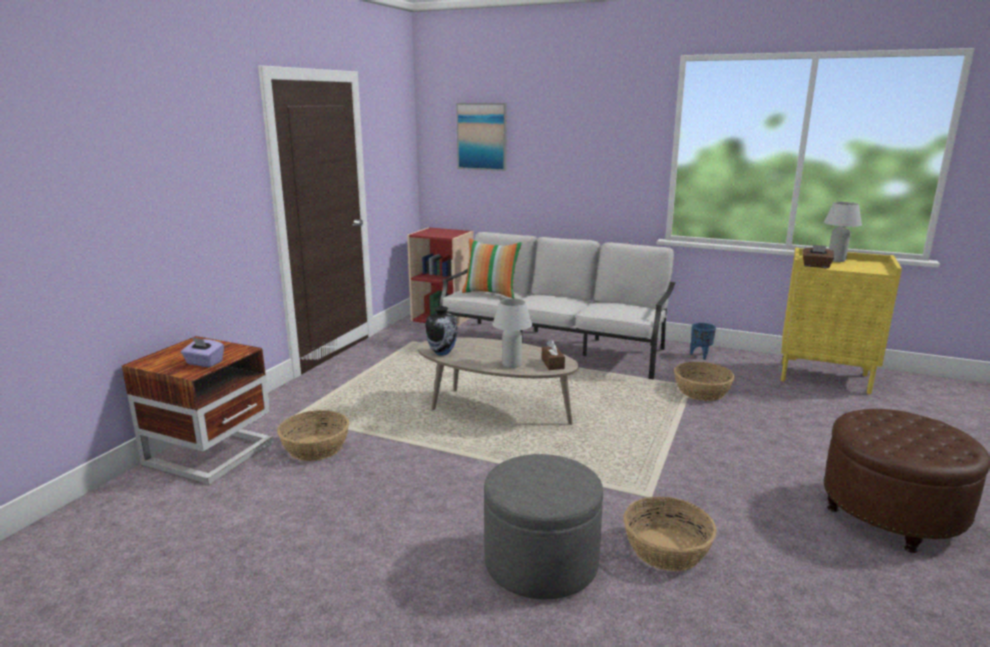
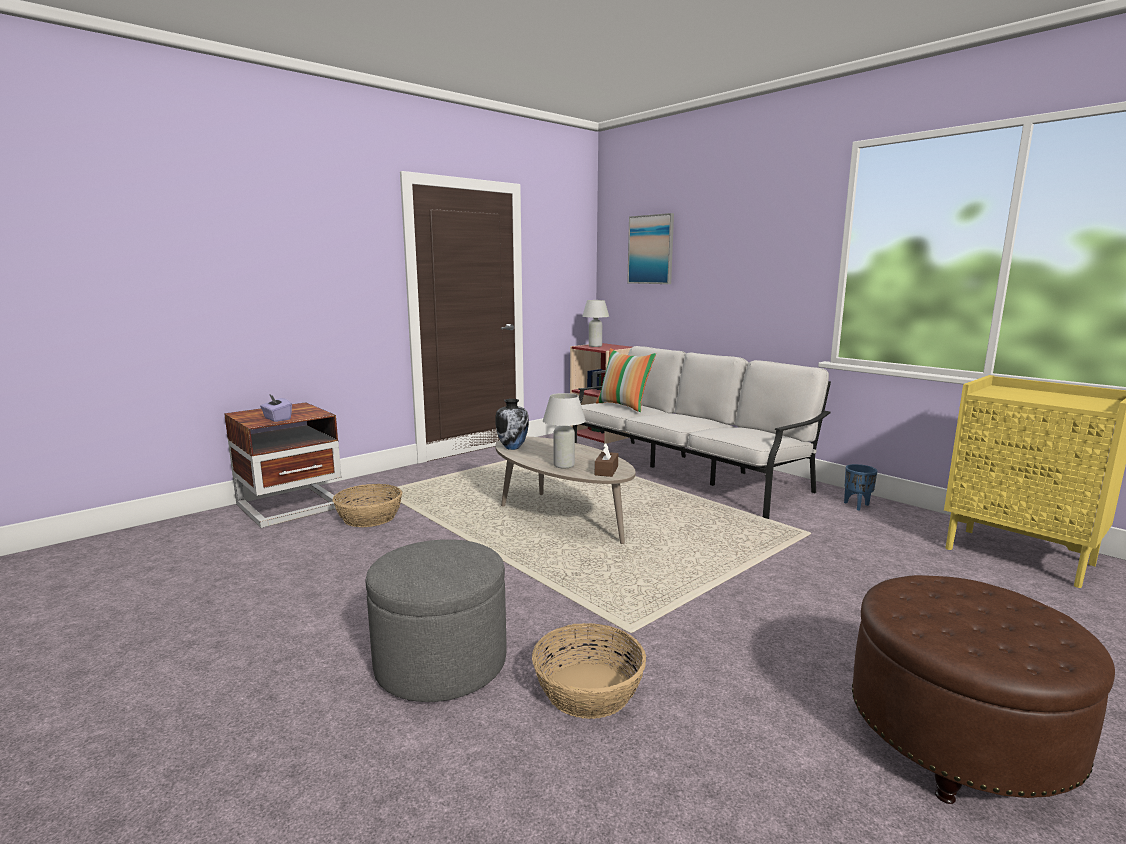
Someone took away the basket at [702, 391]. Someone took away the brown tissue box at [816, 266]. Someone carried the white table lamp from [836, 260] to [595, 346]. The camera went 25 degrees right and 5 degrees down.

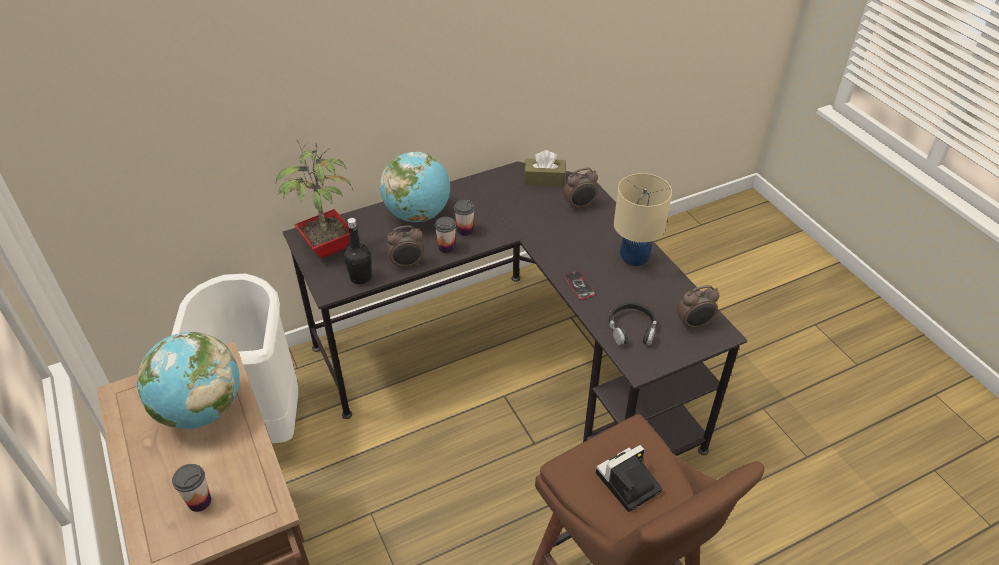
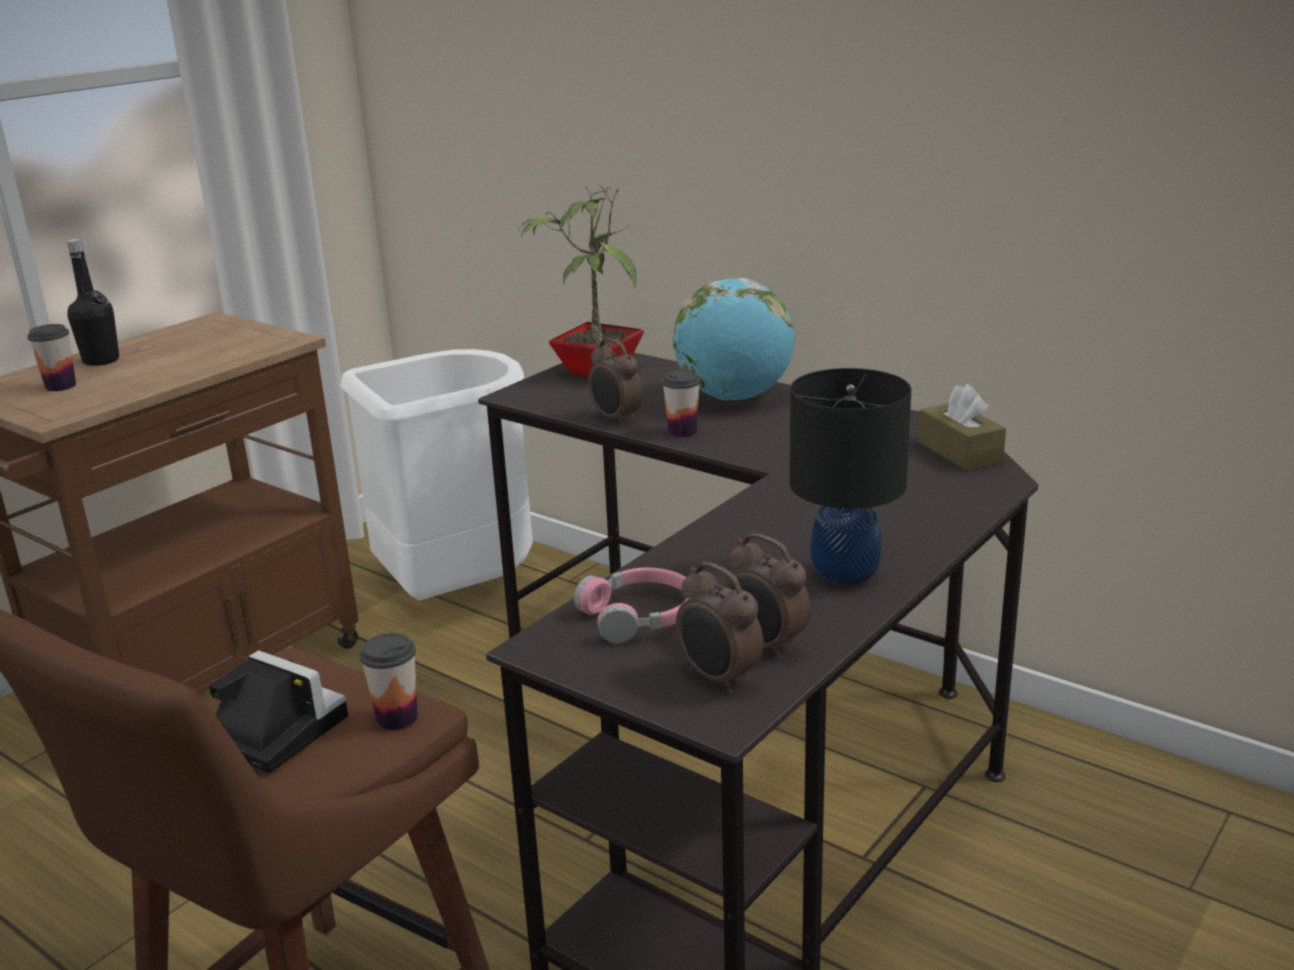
Someone took away the globe at [201, 410]. Someone took away the phone at [579, 285]. Someone carried the black bottle from [360, 277] to [101, 361]. Someone carried the cup from [465, 231] to [397, 718]. Someone carried the alarm clock from [579, 206] to [765, 646]. Someone repainted the black headphones at [631, 329], which became the pink headphones at [640, 616]. Someone repainted the beige table lamp at [634, 258], which became the black table lamp at [848, 574]. The camera went 65 degrees right and 20 degrees down.

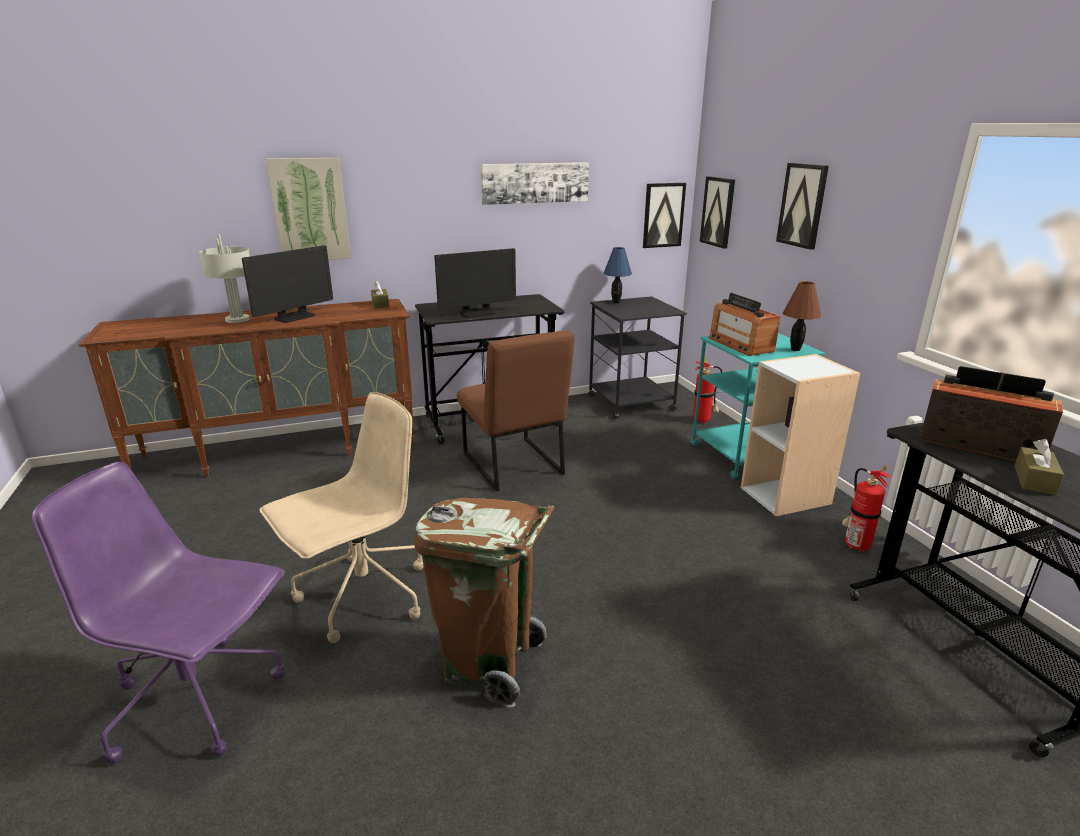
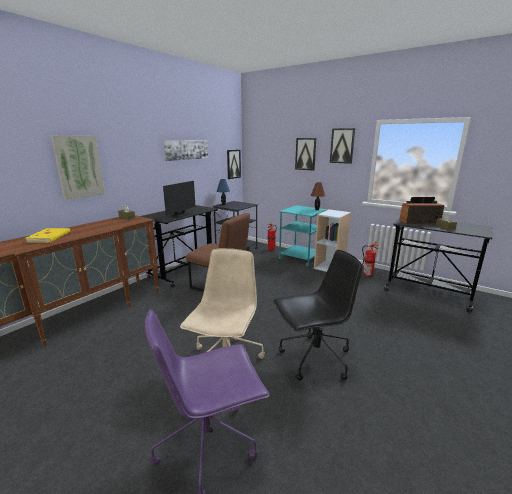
Someone took away the monitor at [294, 317]. Someone took away the radio at [740, 344]. Someone carried the picture from [718, 212] to [342, 146]. Someone swapped the grey table lamp at [238, 319] for the yellow book at [50, 237]. Someone swapped the brown trash can at [489, 663] for the black office chair at [312, 359]. The camera went 35 degrees left and 5 degrees down.

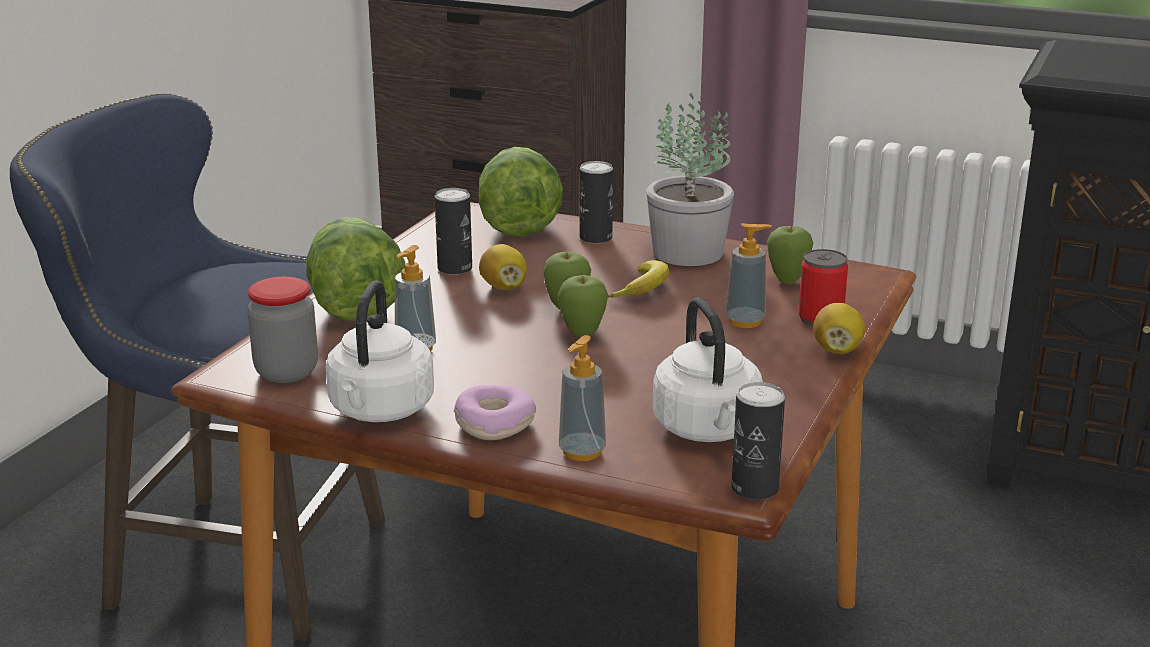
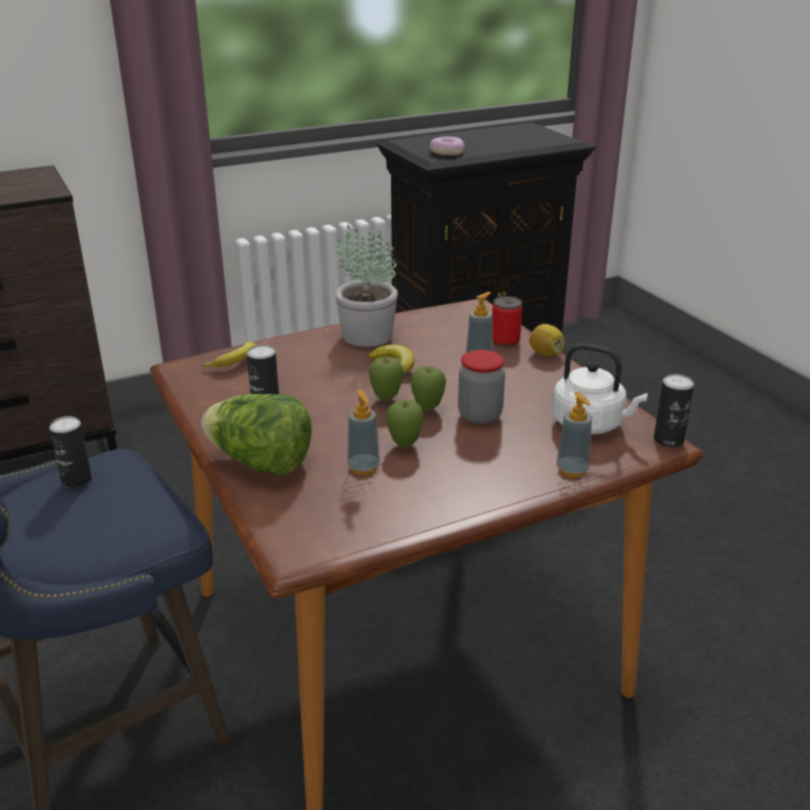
Someone took away the white kettle at [380, 411]. Someone took away the lemon at [503, 287]. Someone carried the jar from [286, 372] to [480, 416]. Someone carried the donut from [494, 424] to [446, 152]. Someone carried the can from [595, 238] to [76, 480]. Someone carried the apple from [787, 281] to [404, 445]. Someone swapped the lettuce at [518, 224] for the banana at [235, 362]. The camera went 50 degrees left and 5 degrees up.

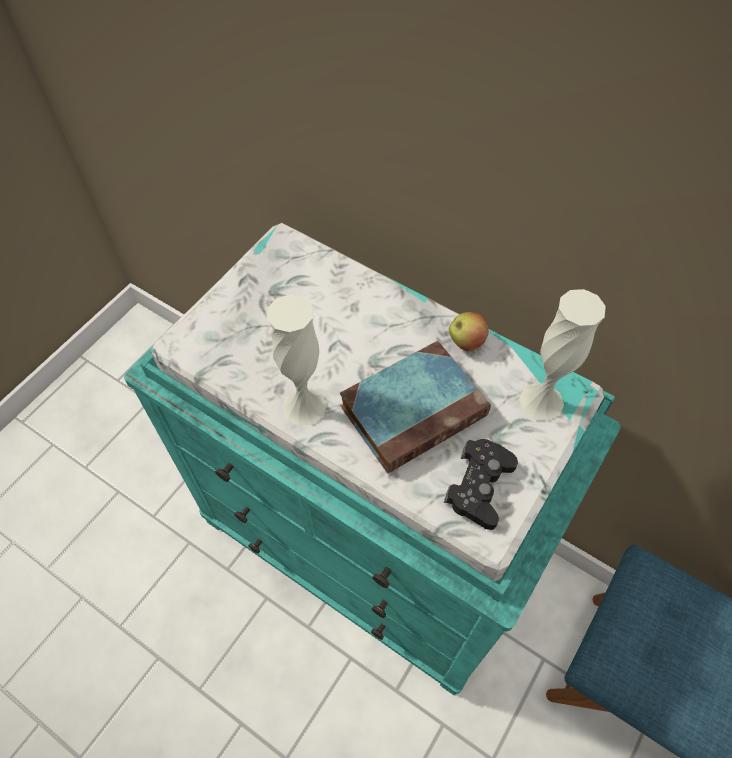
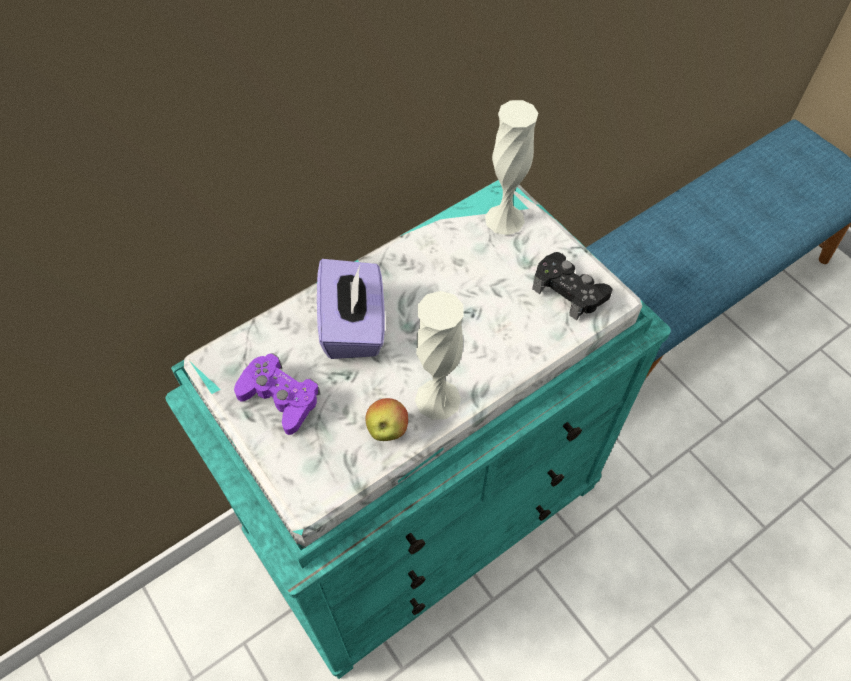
Someone took away the book at [414, 409]. Someone put down the purple game controller at [280, 397]. Someone put down the purple tissue box at [354, 326]. Someone carried the apple from [466, 342] to [387, 430]. The camera went 70 degrees left and 0 degrees up.

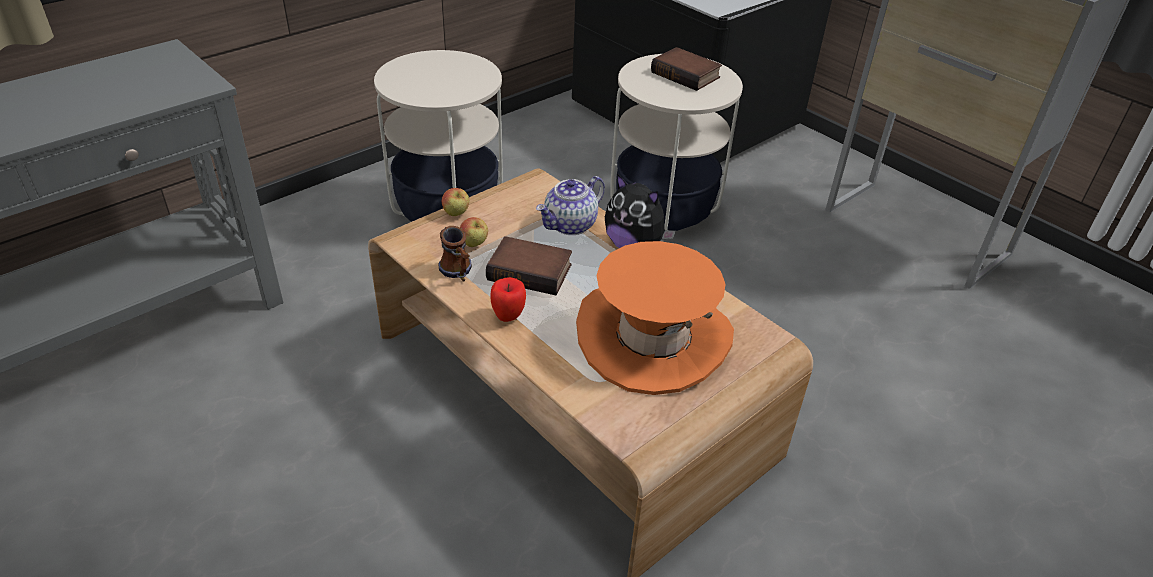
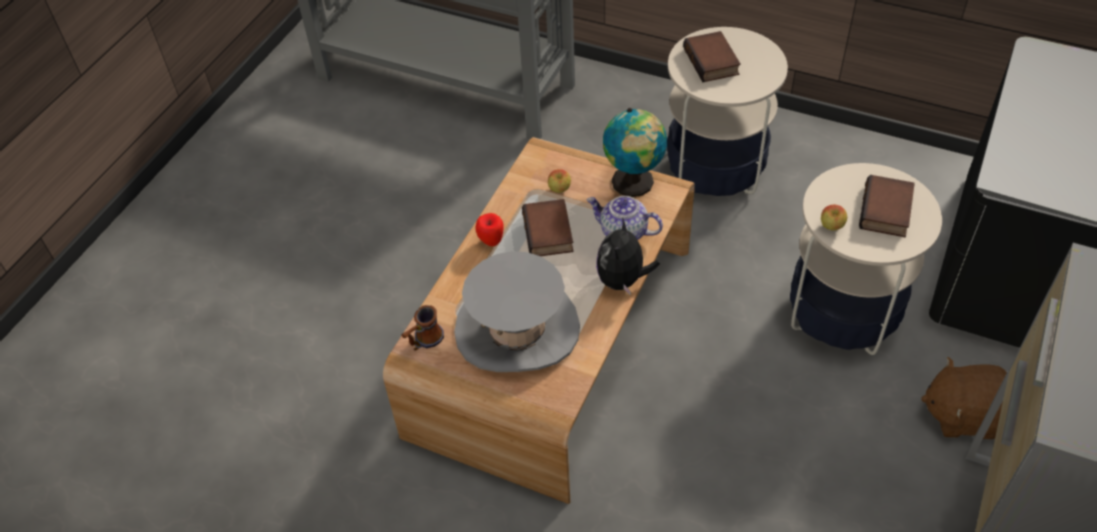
Someone put down the globe at [634, 184]. Someone put down the book at [713, 62]. Someone put down the brown plush toy at [964, 415]. Someone carried the mug from [458, 273] to [424, 342]. Someone carried the apple from [456, 214] to [831, 227]. Someone repainted the orange hat at [653, 339], which became the grey hat at [517, 329]. The camera went 70 degrees right and 10 degrees up.

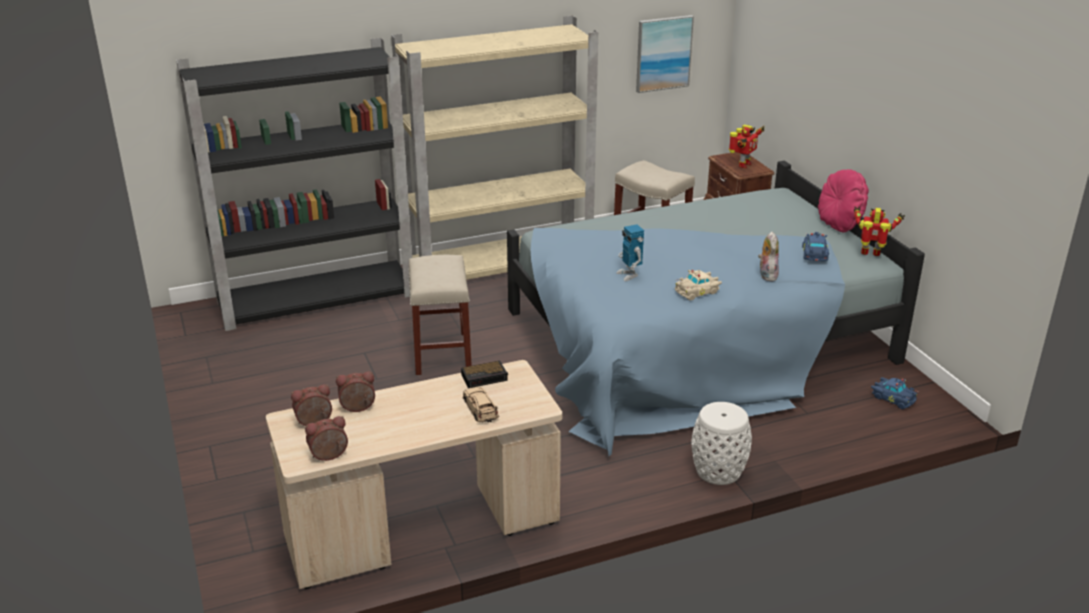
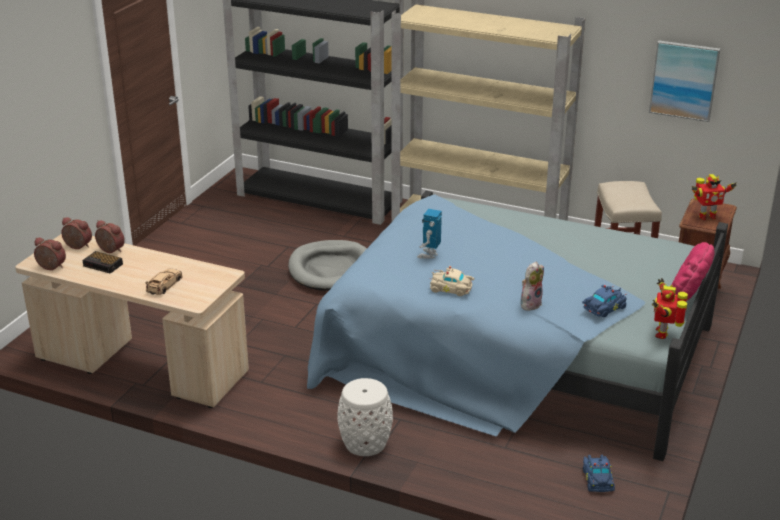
Someone carried the alarm clock from [485, 377] to [103, 265]. Someone swapped the beige stool at [441, 352] for the grey dog bed at [332, 270]. Someone rotated the toy robot at [871, 254] by 135 degrees counterclockwise. The camera went 45 degrees right and 0 degrees up.

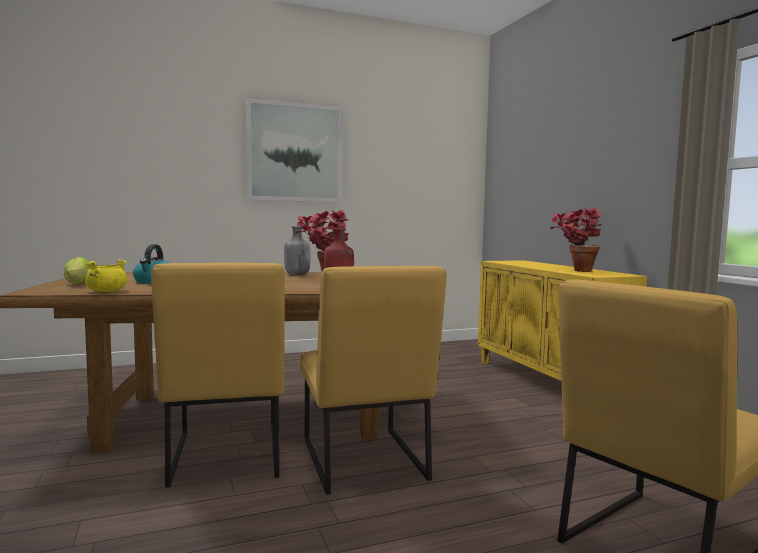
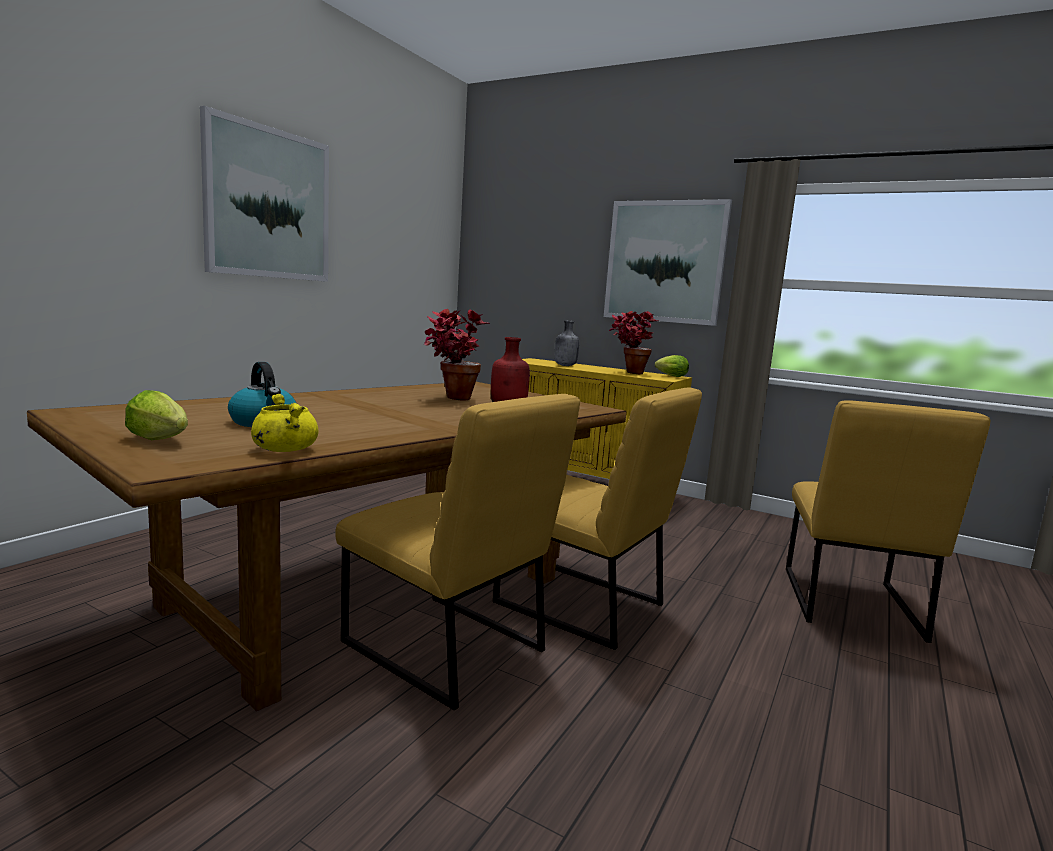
Someone put up the picture at [665, 262]. Someone put down the lettuce at [670, 376]. Someone carried the grey bottle from [296, 275] to [564, 365]. The camera went 40 degrees left and 5 degrees up.

